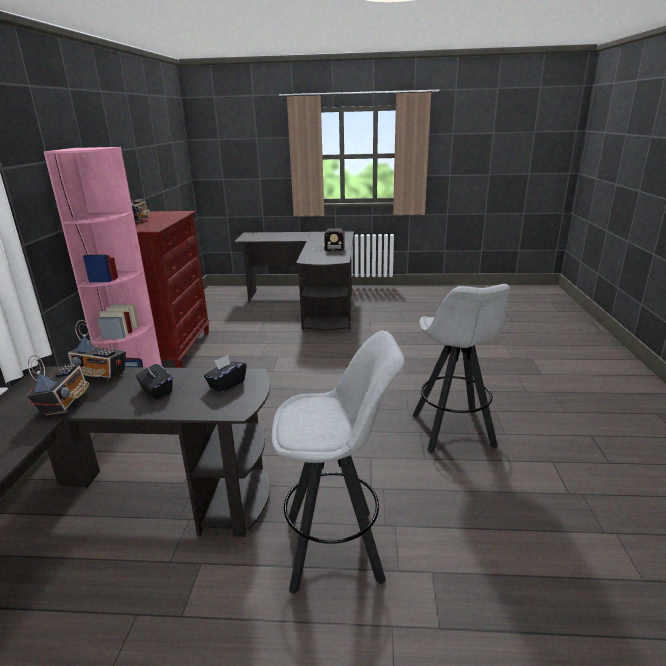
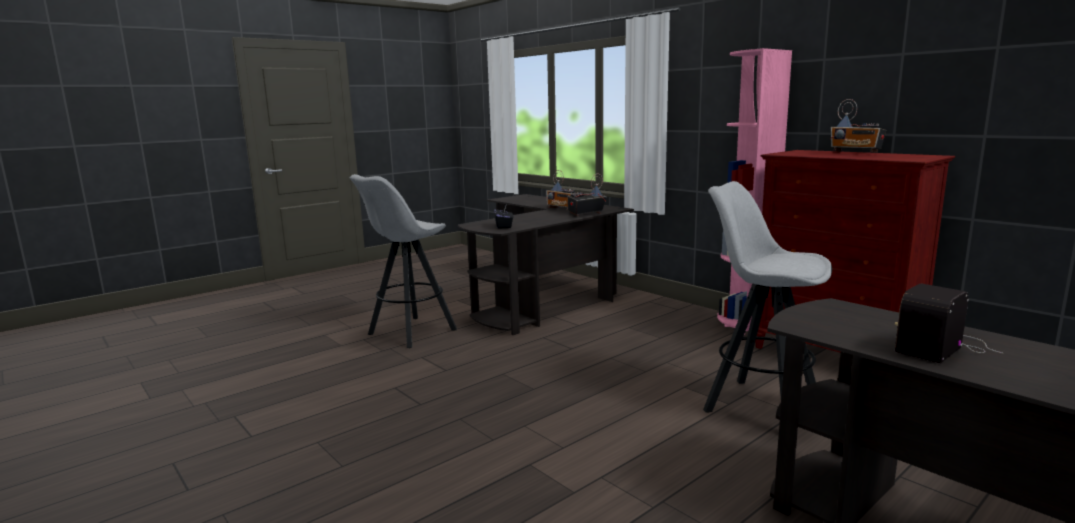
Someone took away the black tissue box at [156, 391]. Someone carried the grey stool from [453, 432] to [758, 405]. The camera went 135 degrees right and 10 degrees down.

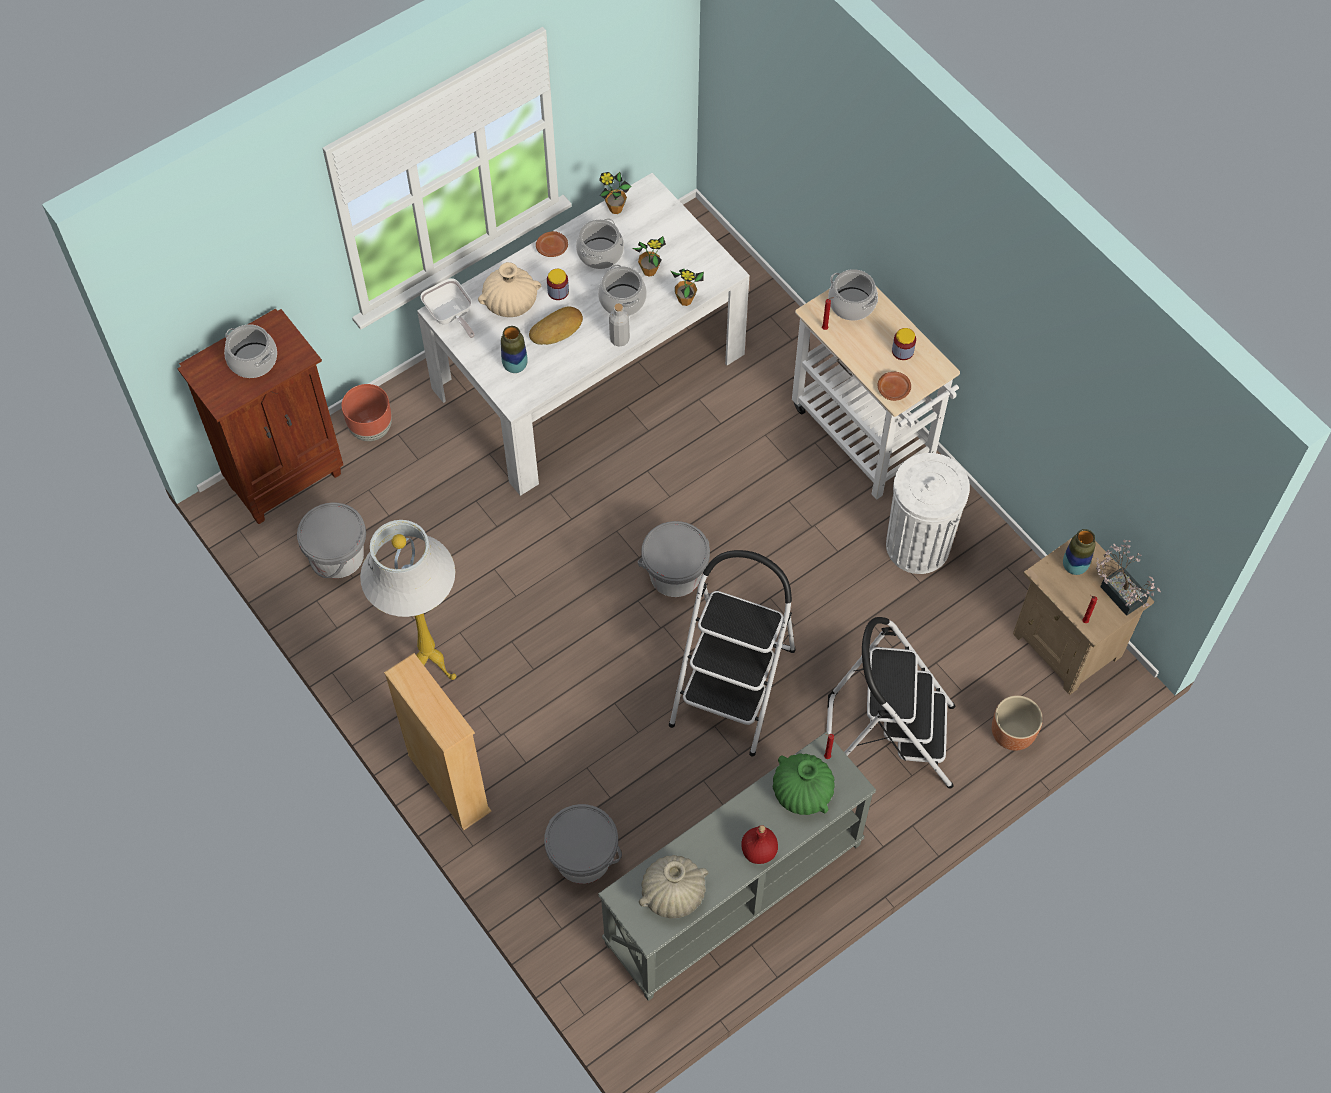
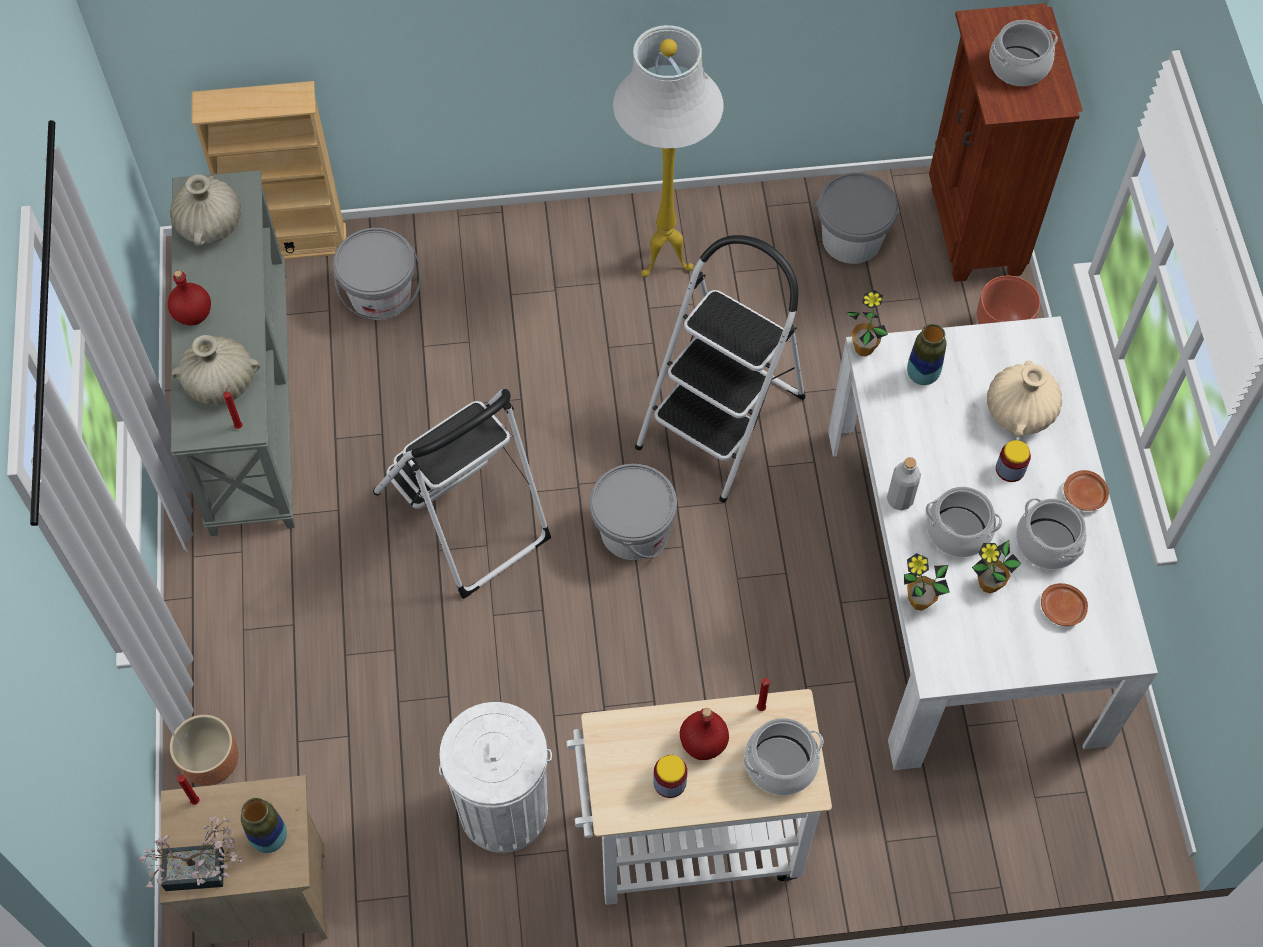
Someone took away the frying pan at [450, 316]. Someone took away the bread at [557, 329]. Someone put down the red bottle at [704, 743]. Someone carried the beige bookcase from [449, 783] to [291, 244]. Someone carried the potted plant from [615, 209] to [863, 348]. Someone carried the step ladder from [885, 739] to [725, 420]. Someone carried the brown plate from [893, 389] to [1062, 609]. Someone repainted the green vase at [802, 792], which became the beige vase at [220, 384]. The camera went 120 degrees right and 0 degrees up.

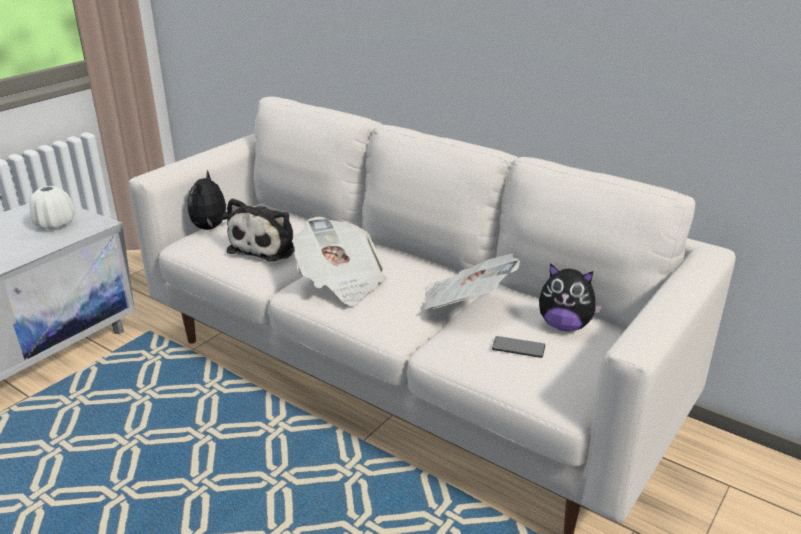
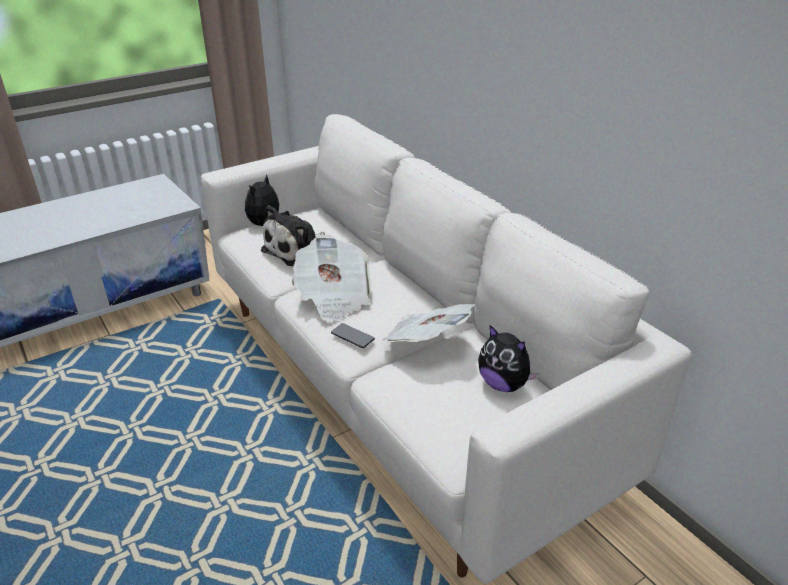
Someone took away the white vase at [55, 224]. Someone carried the phone from [518, 348] to [352, 336]. The camera went 20 degrees right and 5 degrees up.

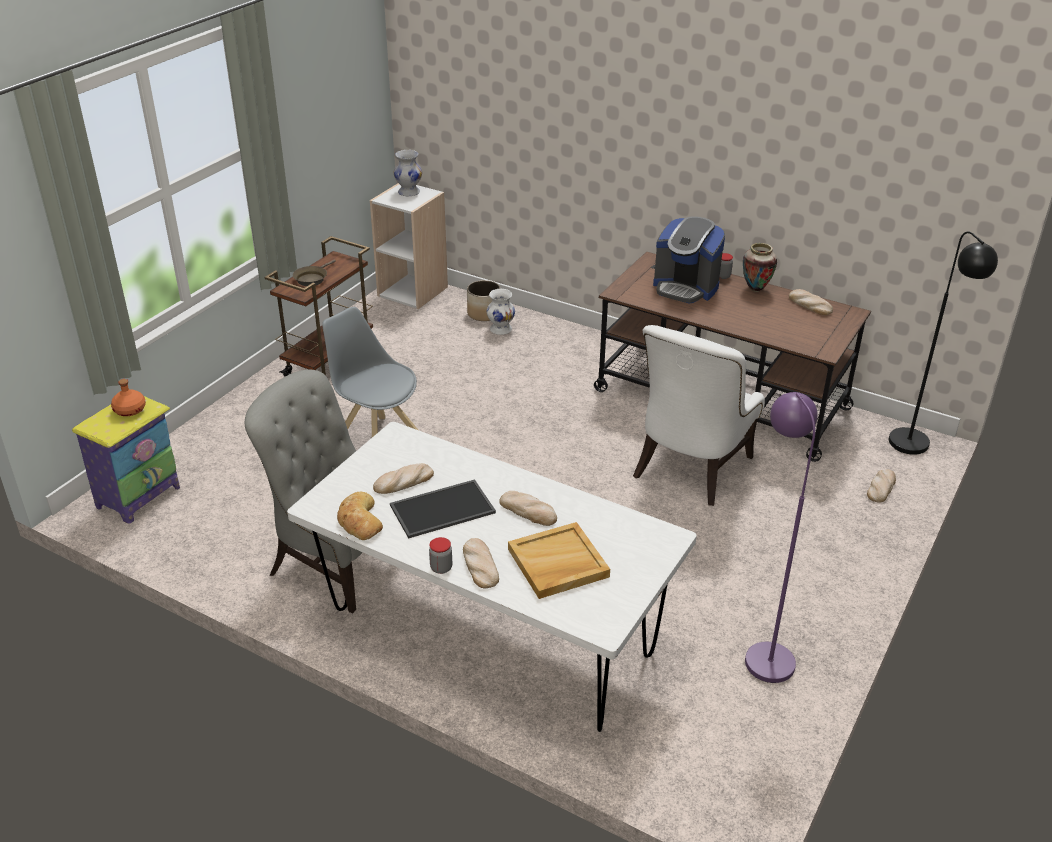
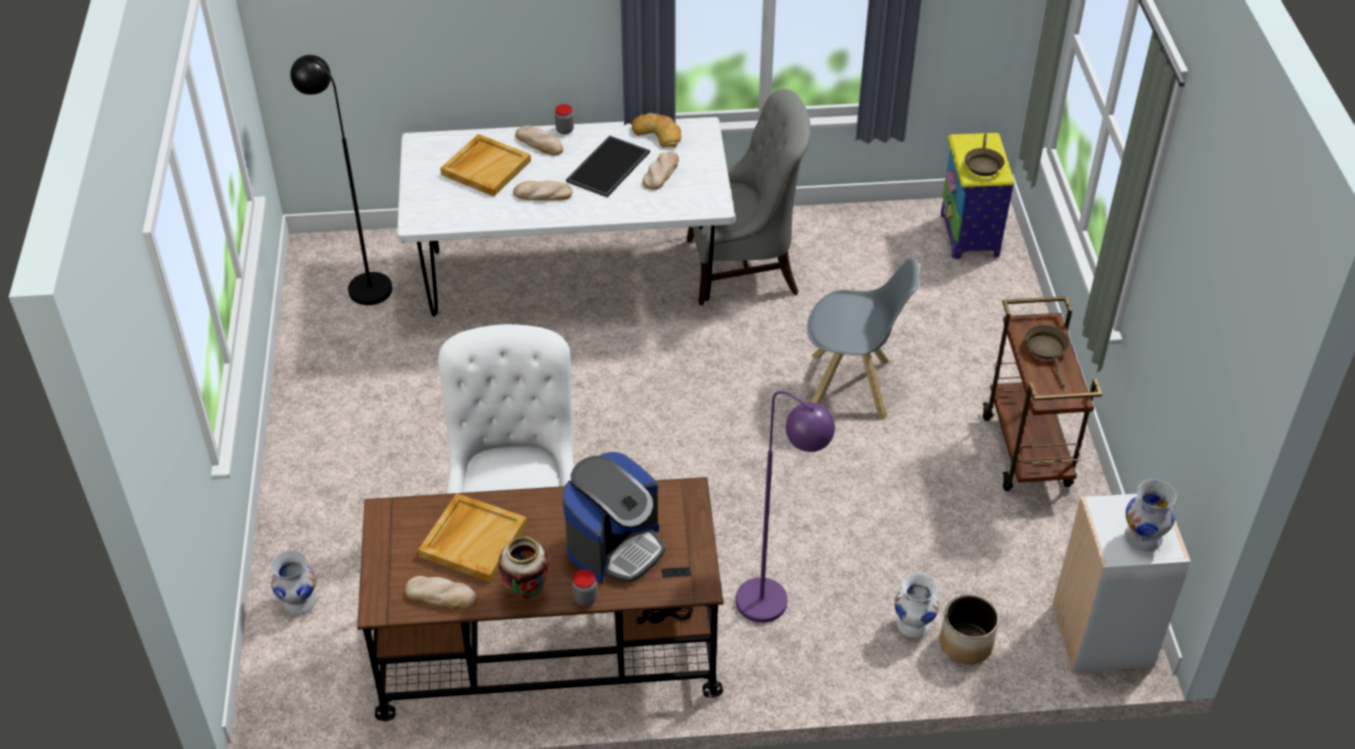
Someone put down the beige tray at [473, 539]. Someone carried the purple floor lamp from [763, 653] to [774, 611]. Someone carried the black floor lamp from [914, 450] to [361, 284]. Someone swapped the orange bottle at [130, 410] for the brown frying pan at [983, 164]. Someone swapped the bread at [881, 487] for the white vase at [298, 601]. Someone rotated the coffee machine at [685, 288] by 135 degrees clockwise. The camera went 145 degrees right and 10 degrees up.

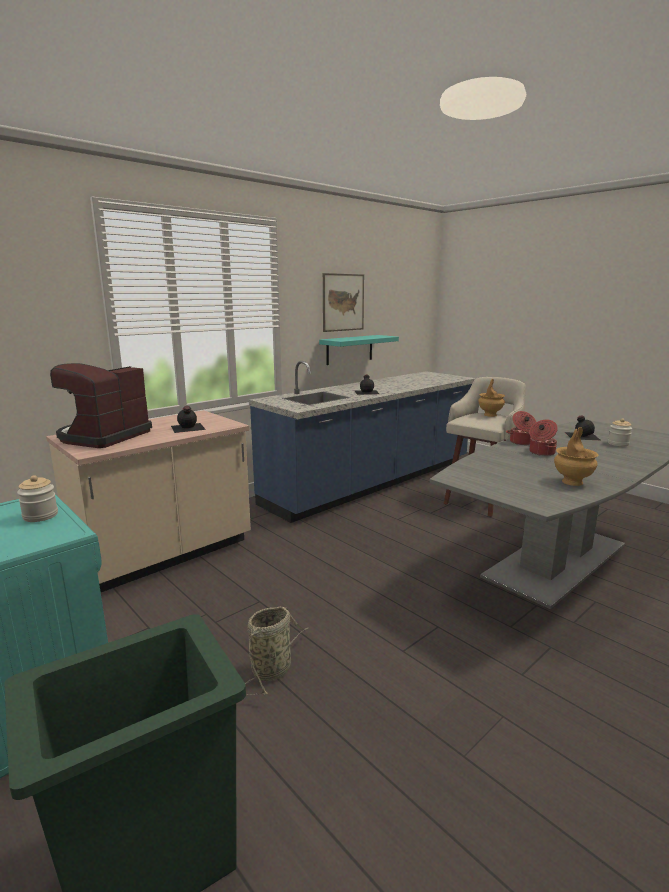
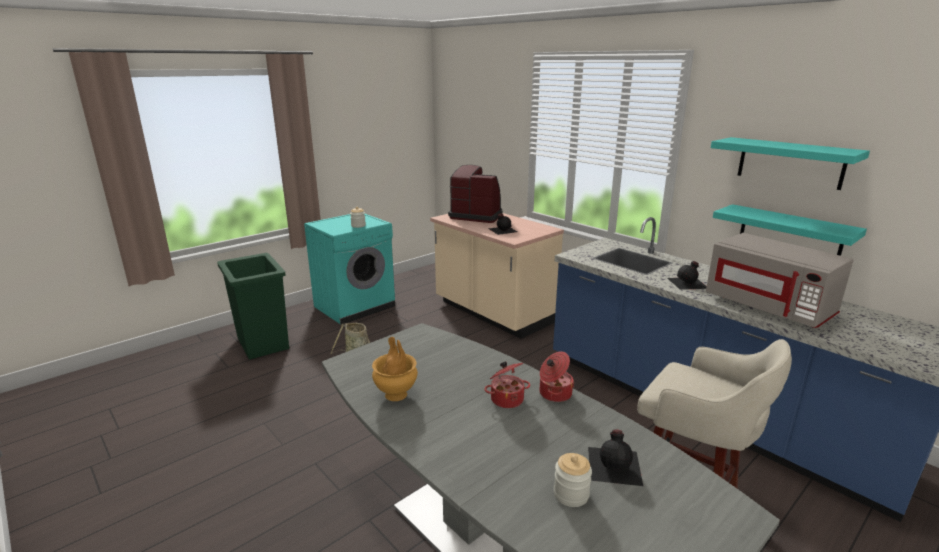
Someone took away the brown vase at [490, 415]. Someone put down the grey microwave at [769, 307]. Someone swapped the picture at [343, 302] for the turquoise shelf at [790, 163]. The camera went 90 degrees right and 5 degrees up.

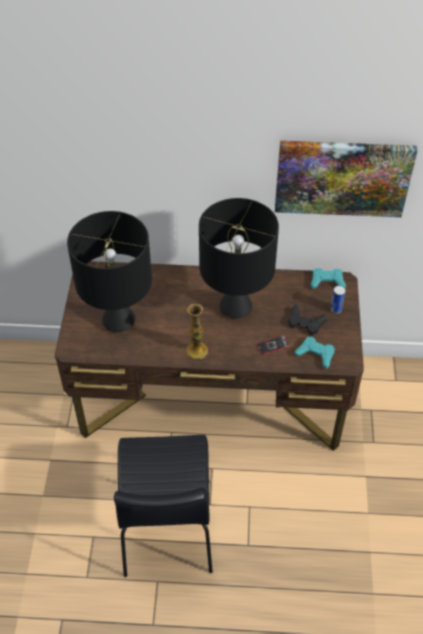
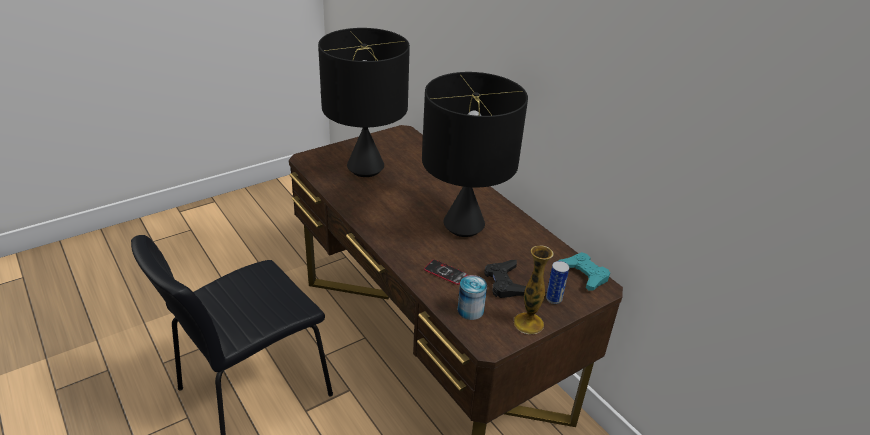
Someone took away the picture at [342, 177]. Someone carried the vase from [197, 350] to [528, 323]. Someone swapped the turquoise game controller at [315, 354] for the can at [470, 310]. The camera went 50 degrees right and 15 degrees down.

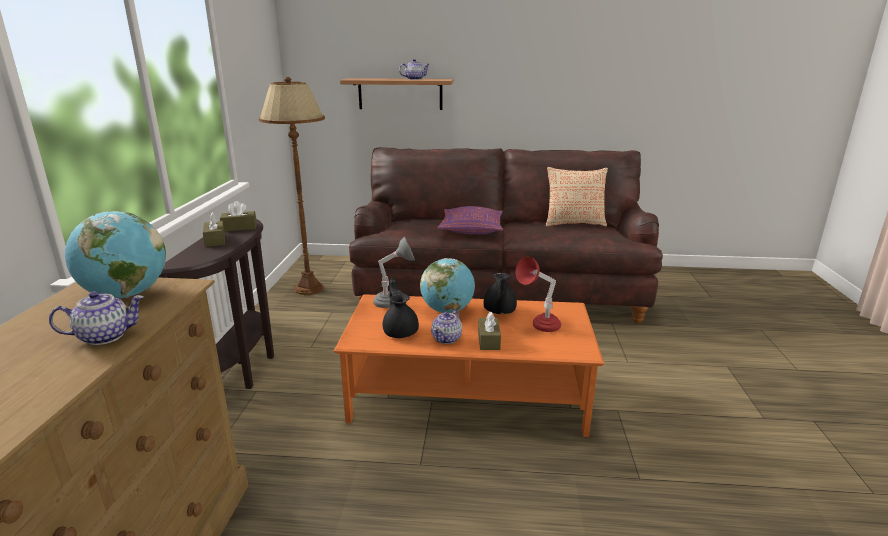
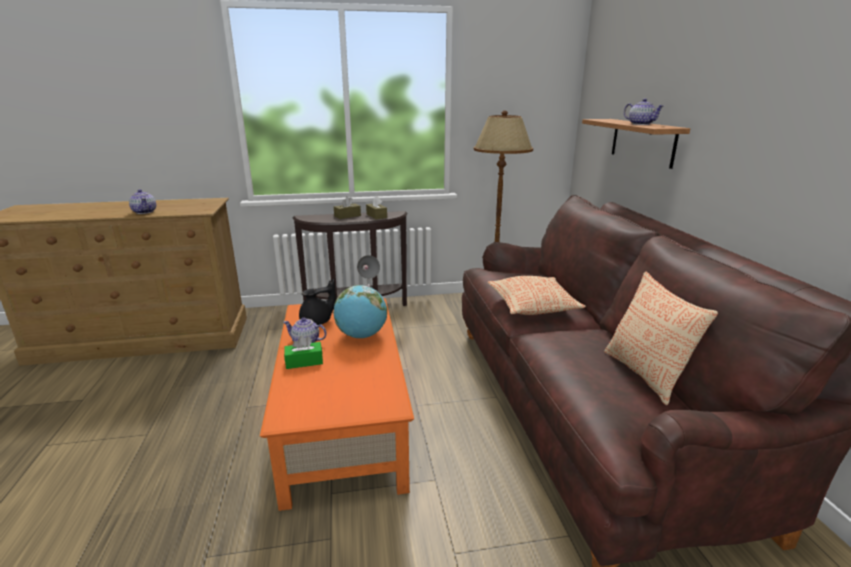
Someone took away the globe at [126, 295]. Someone took away the black teapot at [499, 311]. Someone took away the red table lamp at [539, 327]. Someone repainted the purple pillow at [471, 230], which became the beige pillow at [532, 307]. Someone repainted the brown tissue box at [488, 340], which became the green tissue box at [304, 361]. The camera went 75 degrees right and 0 degrees up.

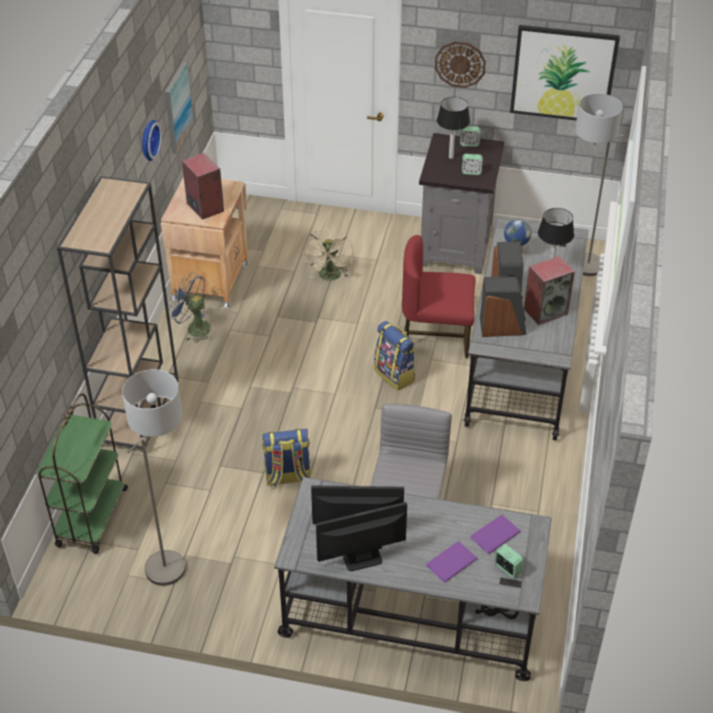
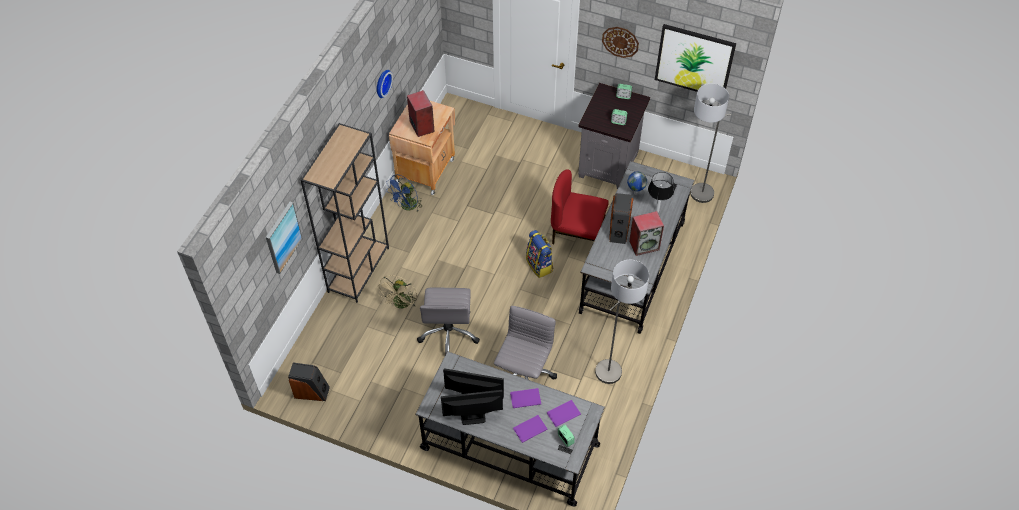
Someone took away the green cart at [91, 519]. Someone took away the table lamp at [450, 157]. Someone put down the purple book at [524, 398]. Someone carried the grey floor lamp from [173, 561] to [613, 367]. Someone carried the picture from [177, 107] to [282, 237]. Someone carried the beige fan from [330, 277] to [401, 305]. Someone carried the speaker from [502, 327] to [311, 391]. Someone swapped the backpack at [287, 477] for the grey office chair at [449, 334]. Someone rotated the blue fan at [193, 328] by 90 degrees counterclockwise. The camera went 10 degrees right and 10 degrees up.

